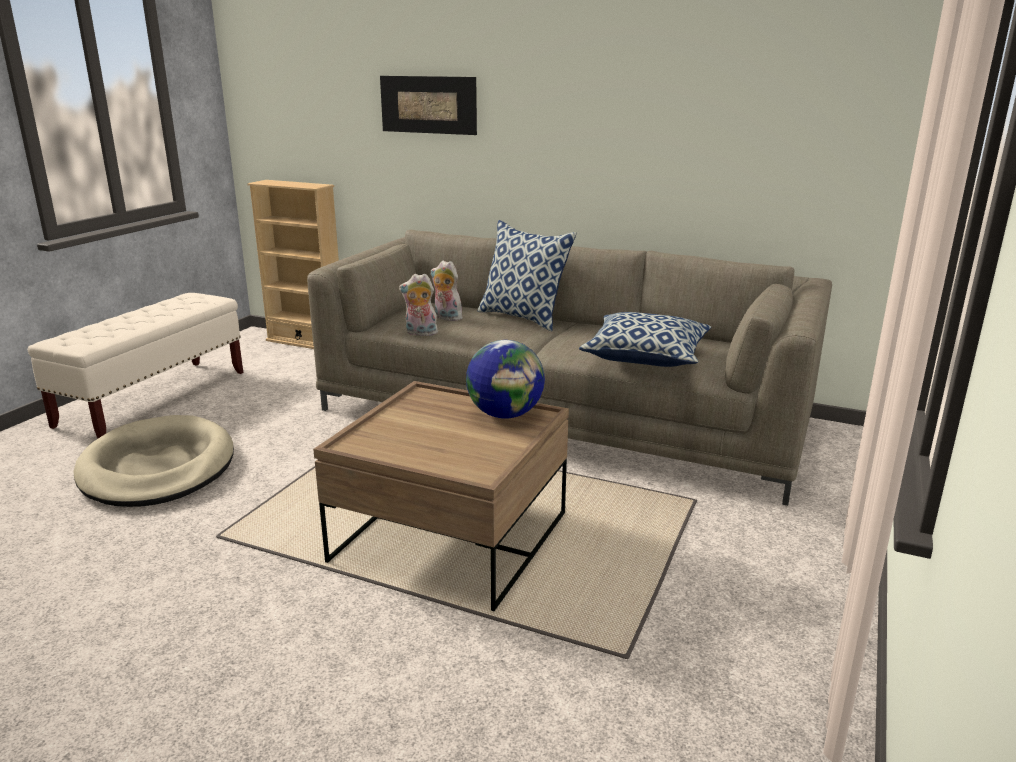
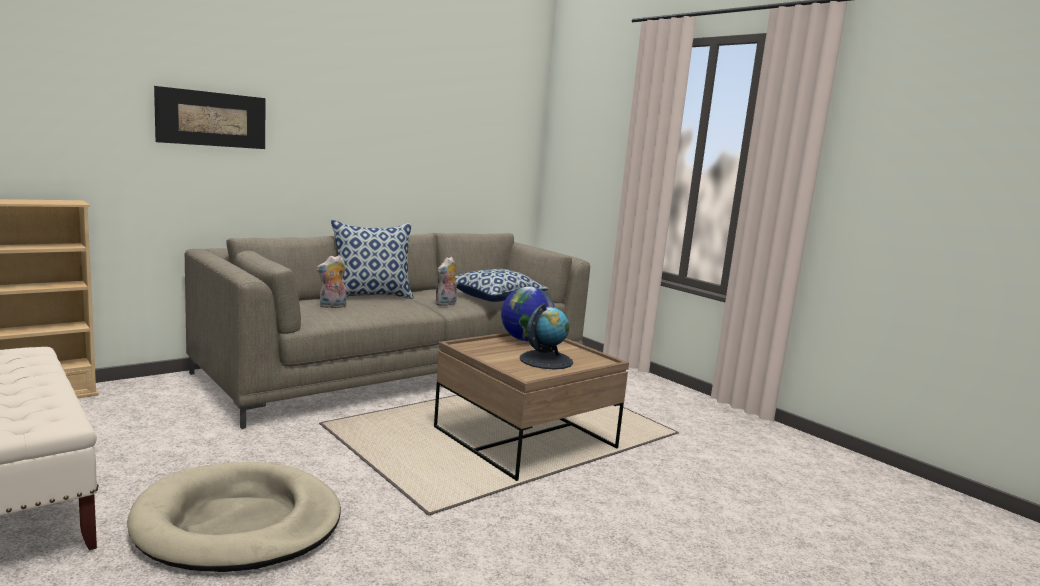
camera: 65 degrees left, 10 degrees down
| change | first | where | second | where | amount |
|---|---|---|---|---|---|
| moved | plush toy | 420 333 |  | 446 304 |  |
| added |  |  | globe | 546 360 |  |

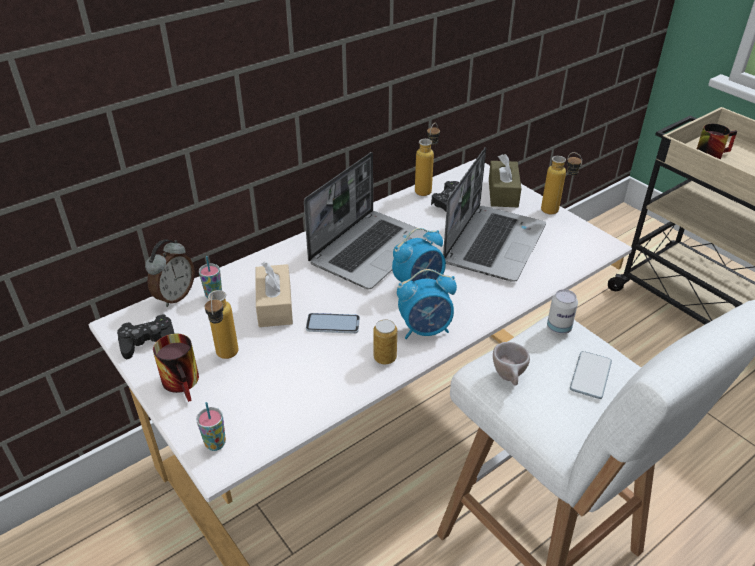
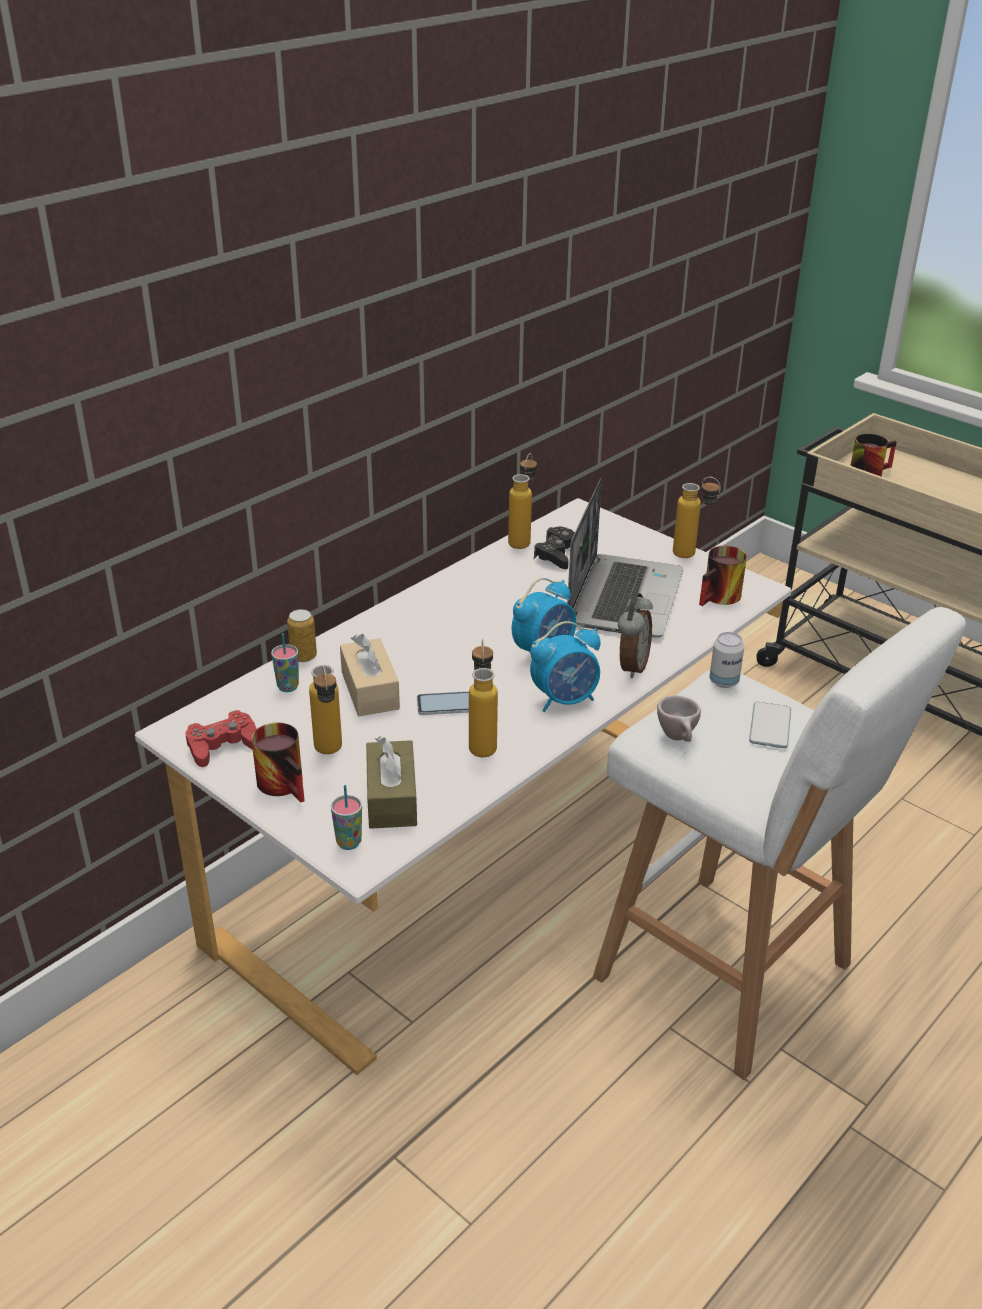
camera: 10 degrees left, 5 degrees down
| change | first | where | second | where | amount |
|---|---|---|---|---|---|
| recoloured | game controller in black | 148 341 | game controller in red | 222 745 |  |
| moved | alarm clock | 174 296 |  | 631 666 |  |
| removed | laptop | 370 249 |  |  |  |
| moved | can | 385 358 |  | 303 656 |  |
| moved | tissue box in brown | 503 193 |  | 391 798 |  |
| added |  |  | bottle | 482 742 |  |
| added |  |  | mug | 721 598 |  |

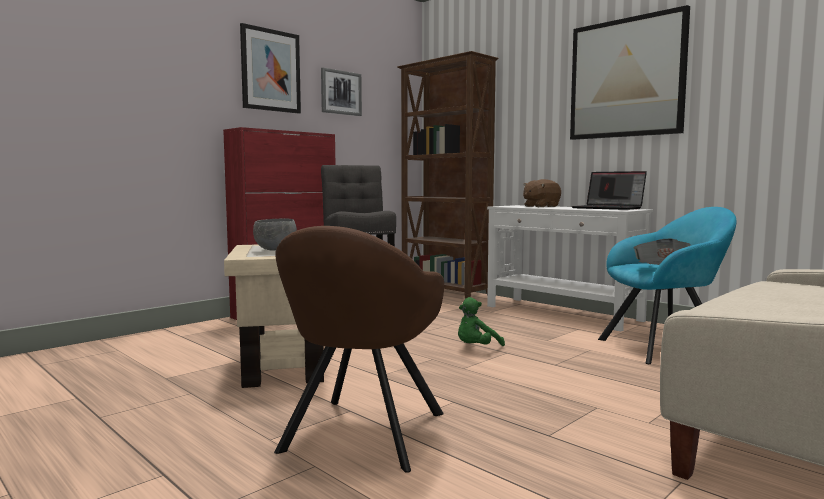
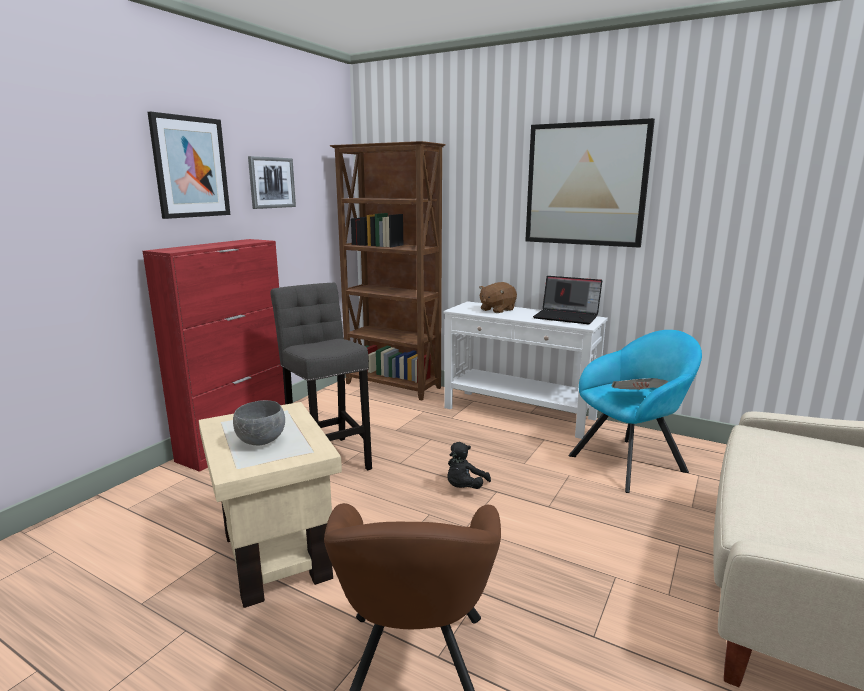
camera: 15 degrees left, 10 degrees up
| change | first | where | second | where | amount |
|---|---|---|---|---|---|
| recoloured | plush toy in green | 476 348 | plush toy in black | 464 488 |  |

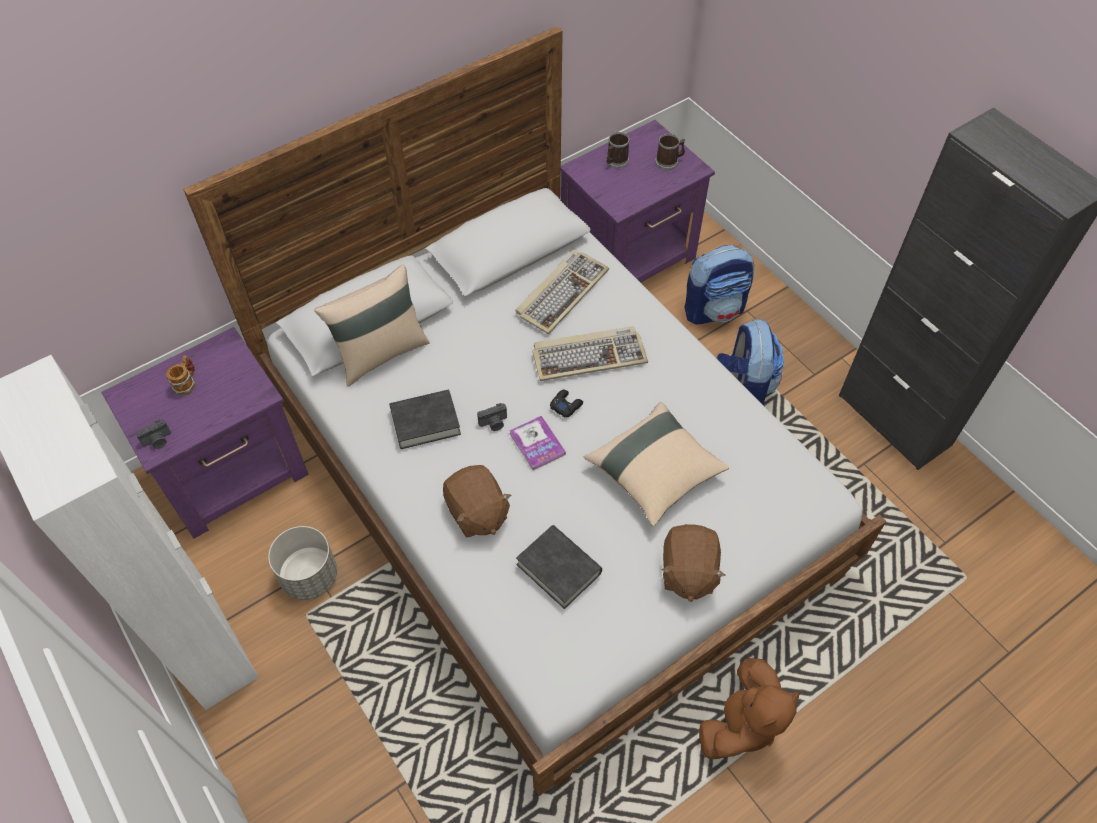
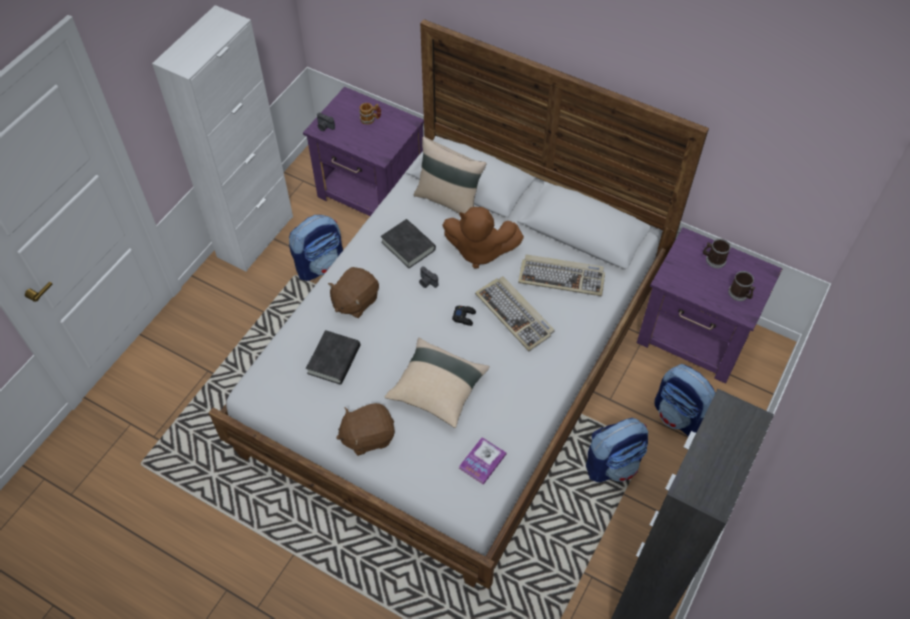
camera: 65 degrees right, 0 degrees up
| change | first | where | second | where | amount |
|---|---|---|---|---|---|
| replaced | planter in grey | 309 576 | backpack | 320 264 |  |
| moved | book | 537 444 |  | 482 461 |  |
| moved | plush toy in brown | 741 724 |  | 479 250 |  |

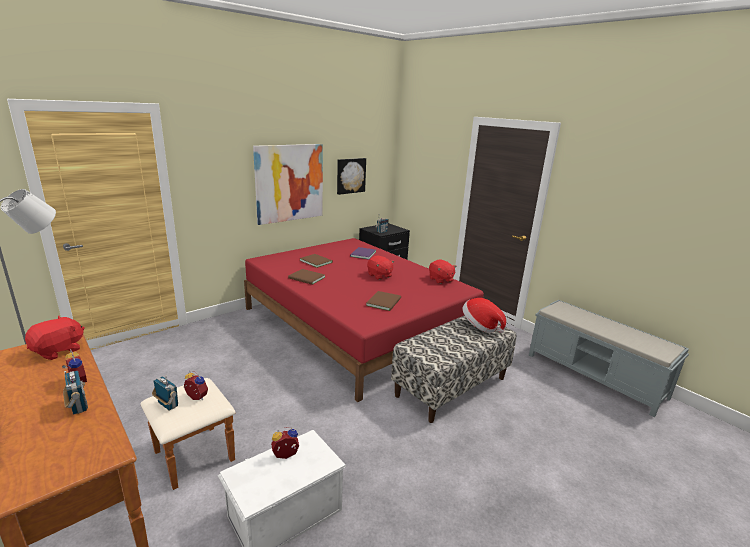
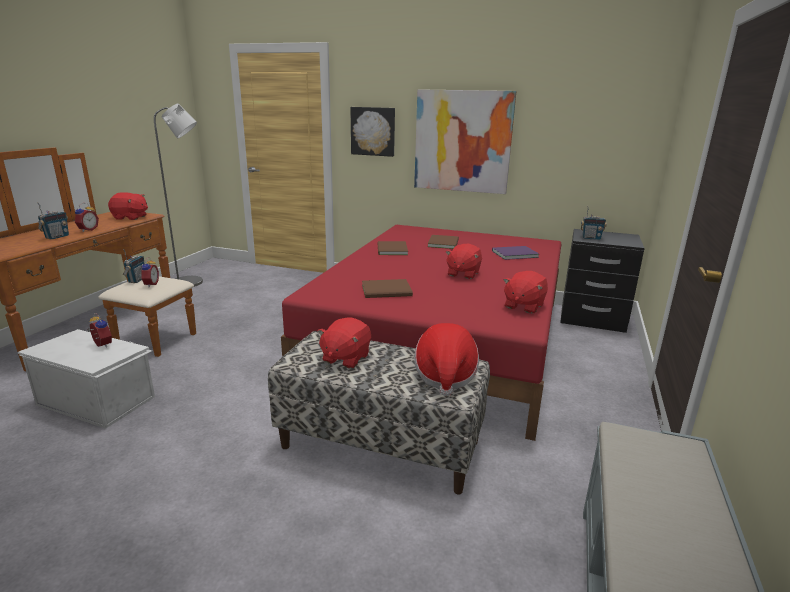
camera: 60 degrees right, 0 degrees up
| change | first | where | second | where | amount |
|---|---|---|---|---|---|
| moved | picture | 350 175 |  | 373 131 |  |
| added |  |  | plush toy in red | 345 358 |  |

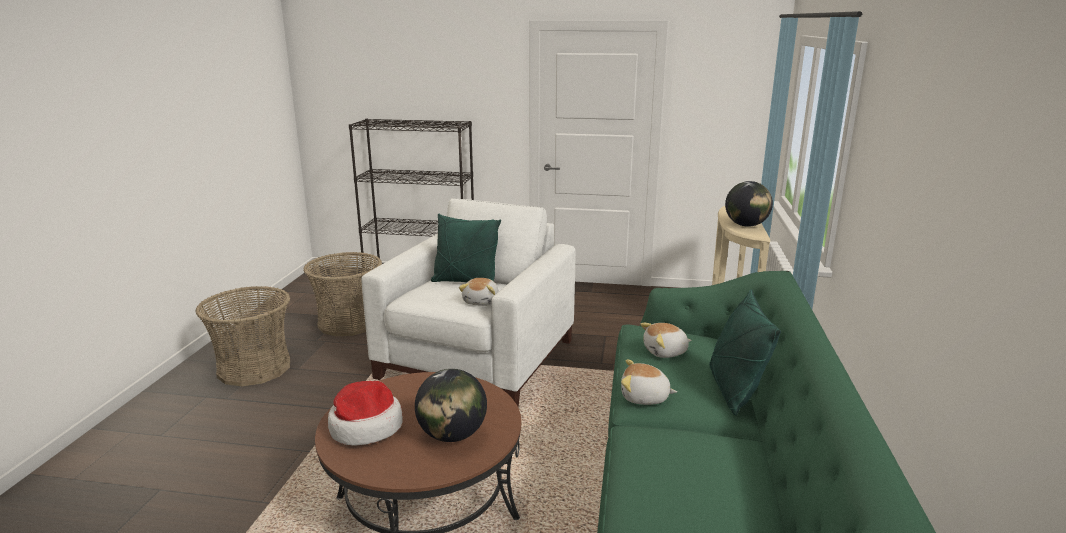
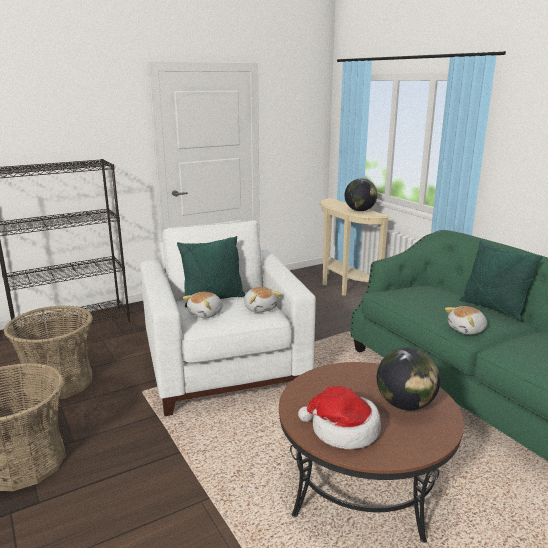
camera: 40 degrees left, 0 degrees up
| change | first | where | second | where | amount |
|---|---|---|---|---|---|
| moved | plush toy | 665 352 |  | 206 314 |  |

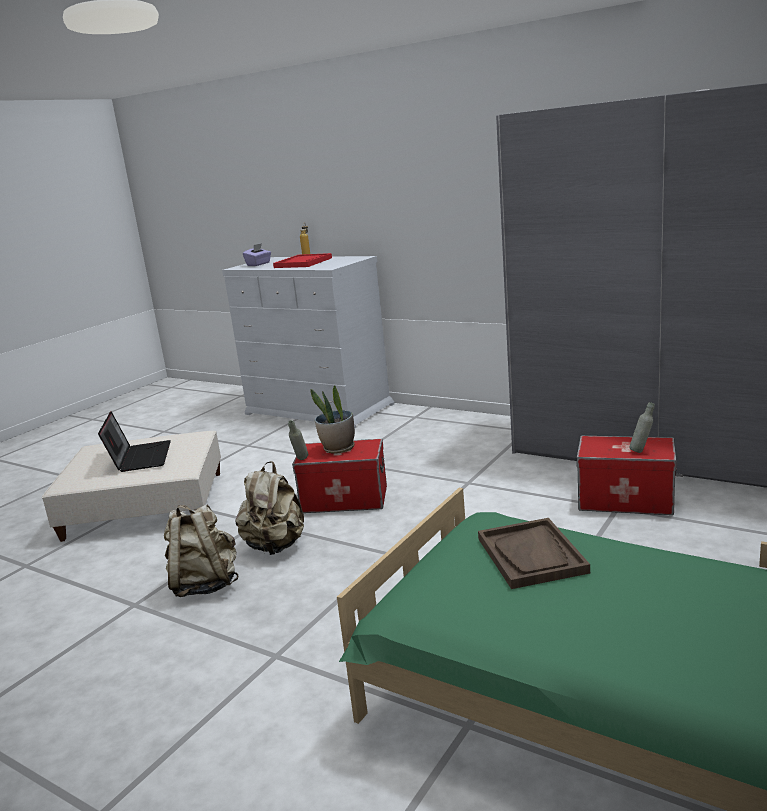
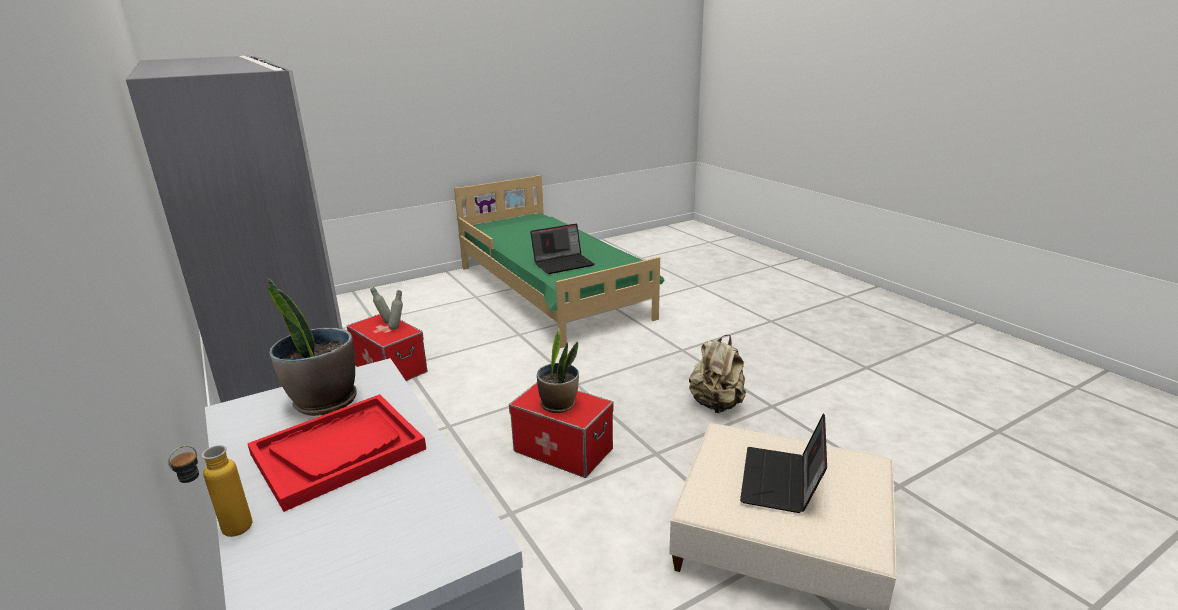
camera: 155 degrees left, 5 degrees up
| change | first | where | second | where | amount |
|---|---|---|---|---|---|
| removed | backpack in beige | 275 546 |  |  |  |
| removed | tissue box in purple | 258 264 |  |  |  |
| moved | bottle in grey | 300 460 |  | 398 327 |  |
| replaced | tray in brown | 531 555 | laptop | 563 263 |  |
| added |  |  | potted plant | 324 402 |  |

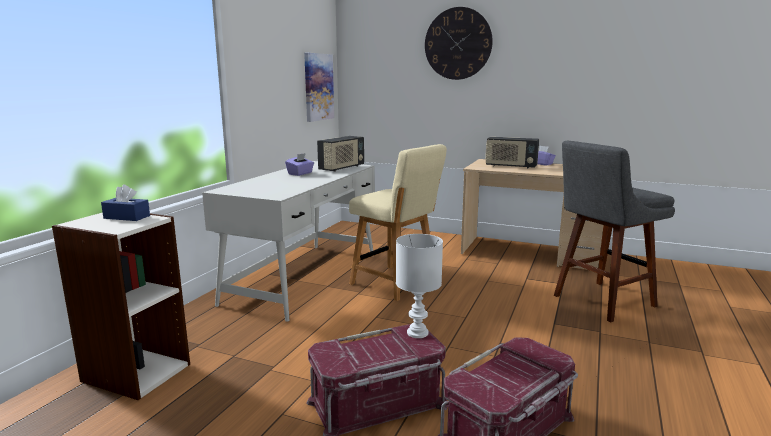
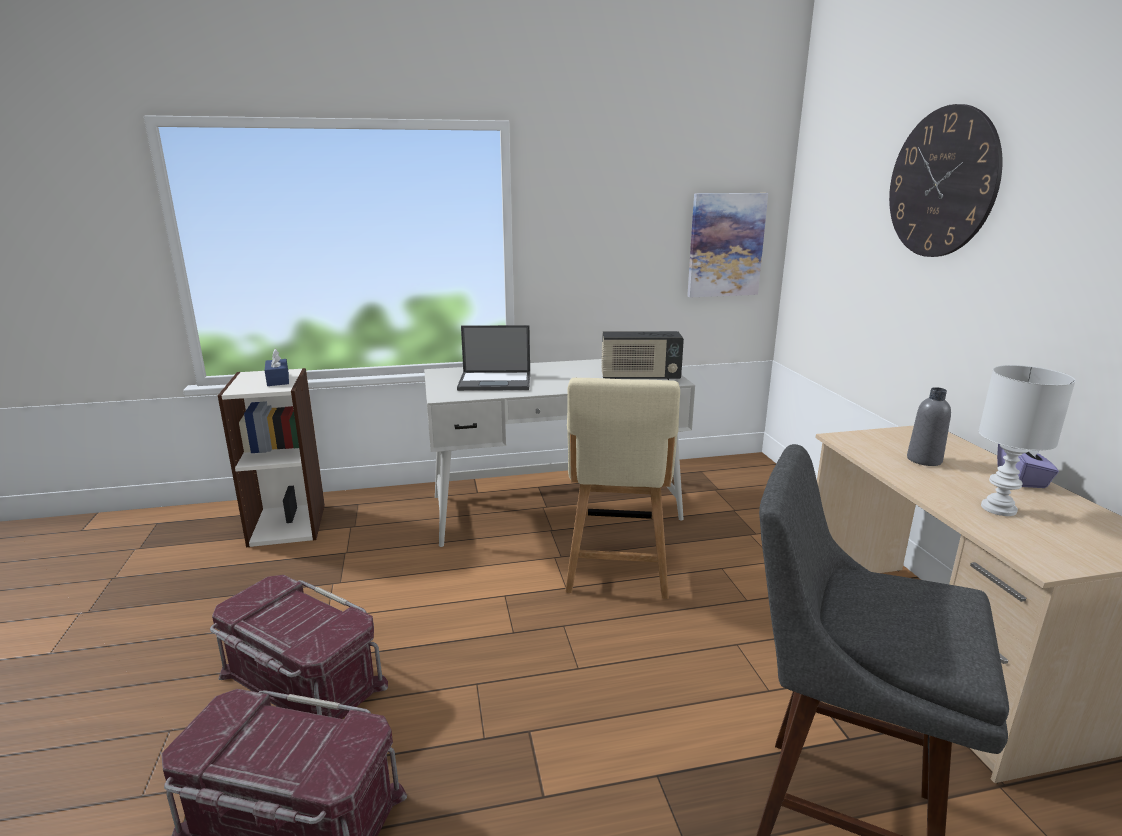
camera: 55 degrees right, 5 degrees up
| change | first | where | second | where | amount |
|---|---|---|---|---|---|
| removed | tissue box in purple | 300 173 |  |  |  |
| moved | table lamp in white | 417 333 |  | 998 509 |  |
| replaced | radio | 510 166 | bottle in grey | 924 460 |  |
| added |  |  | laptop | 496 381 |  |

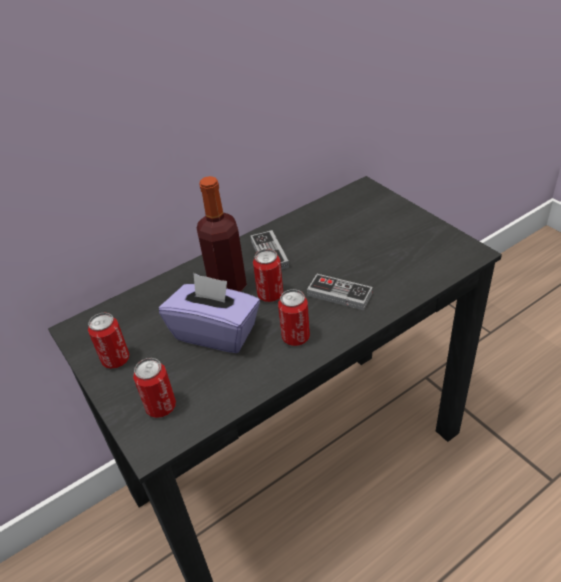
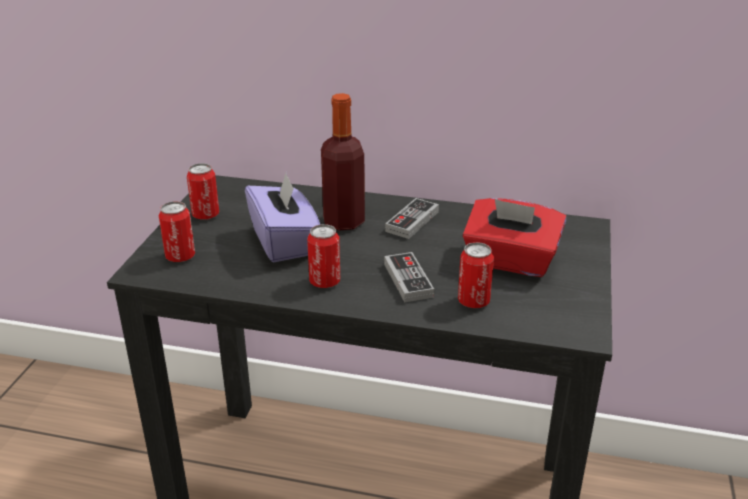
camera: 45 degrees right, 10 degrees down
| change | first | where | second | where | amount |
|---|---|---|---|---|---|
| moved | can | 270 295 |  | 473 301 |  |
| added |  |  | tissue box in red | 510 261 |  |

